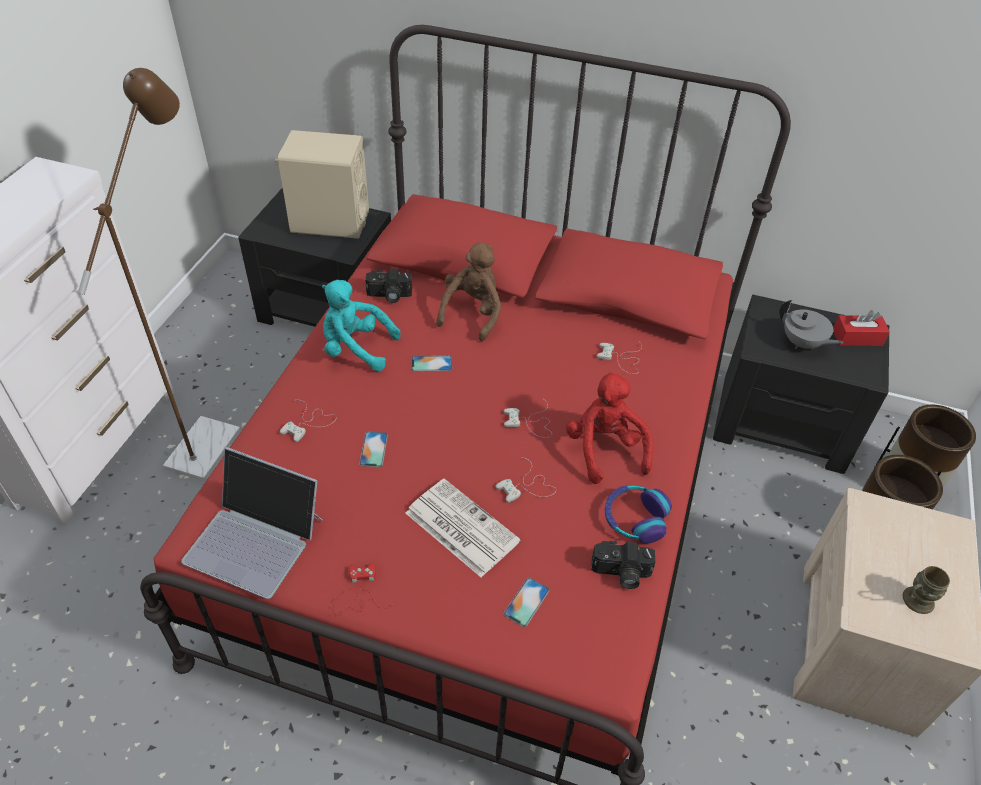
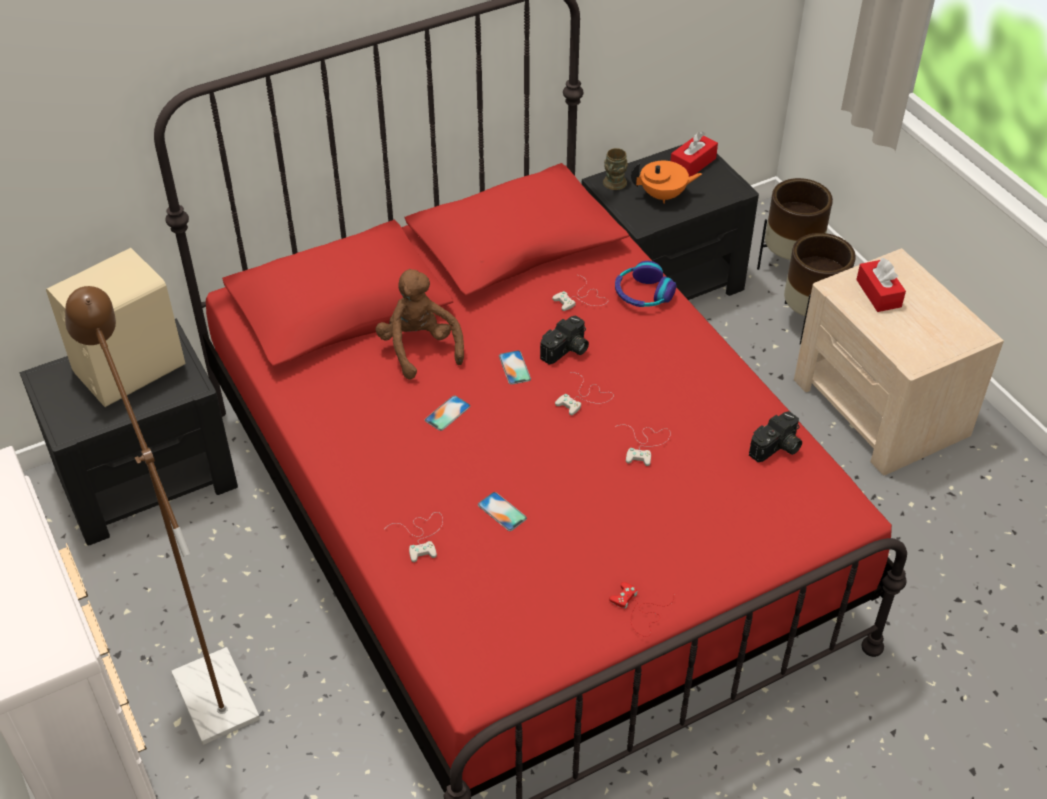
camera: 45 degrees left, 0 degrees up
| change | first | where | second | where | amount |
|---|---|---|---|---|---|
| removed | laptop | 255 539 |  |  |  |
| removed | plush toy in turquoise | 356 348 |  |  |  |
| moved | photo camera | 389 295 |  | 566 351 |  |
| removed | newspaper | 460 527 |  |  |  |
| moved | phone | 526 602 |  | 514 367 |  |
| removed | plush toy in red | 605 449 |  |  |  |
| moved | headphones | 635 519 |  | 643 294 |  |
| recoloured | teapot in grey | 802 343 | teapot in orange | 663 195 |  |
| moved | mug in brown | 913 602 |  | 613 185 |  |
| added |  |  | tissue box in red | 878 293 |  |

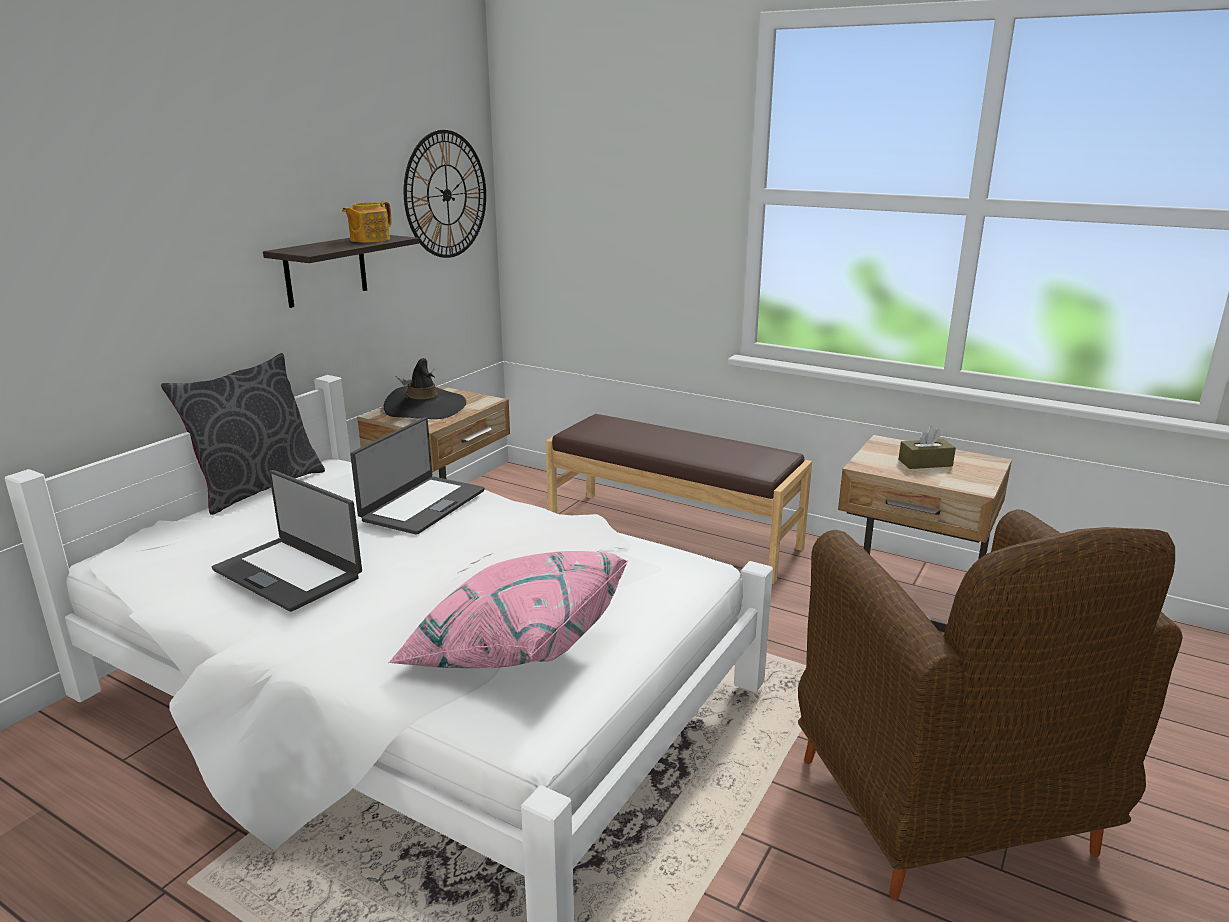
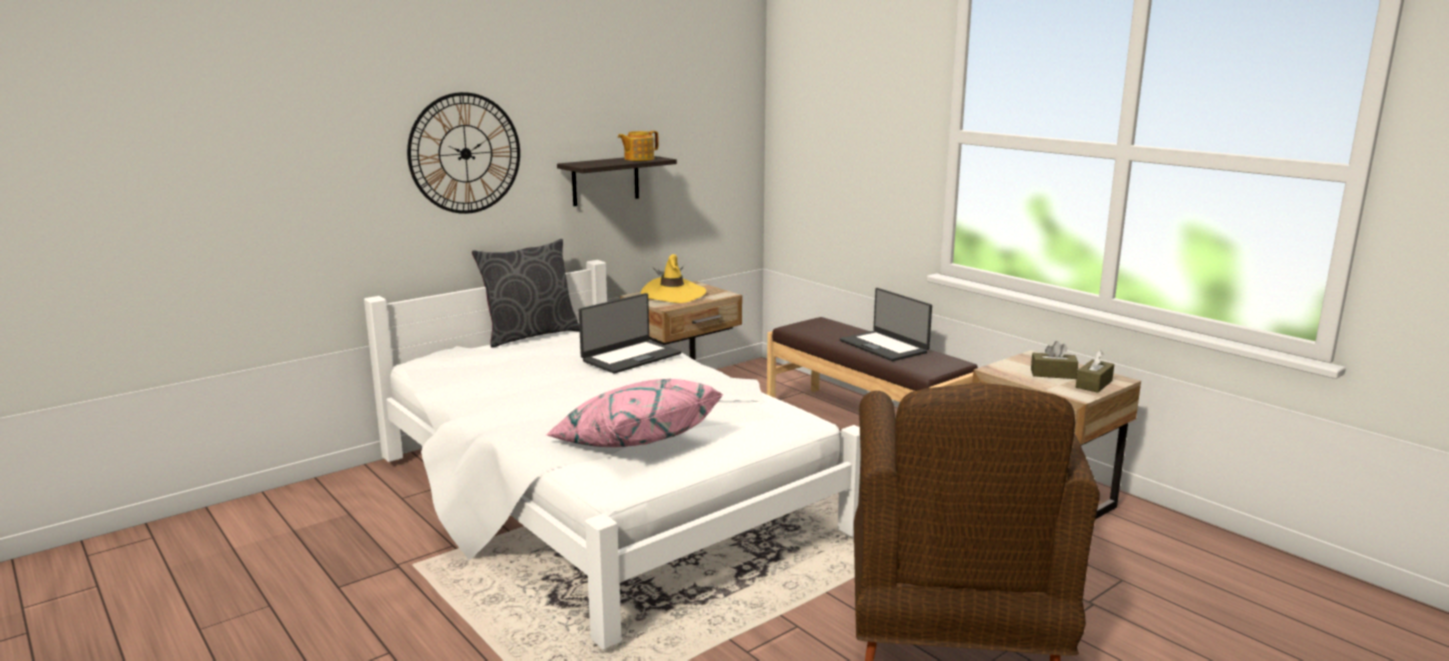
camera: 20 degrees right, 5 degrees down
| change | first | where | second | where | amount |
|---|---|---|---|---|---|
| moved | laptop | 289 573 |  | 884 346 |  |
| recoloured | hat in black | 425 408 | hat in yellow | 673 295 |  |
| moved | wall clock | 446 195 |  | 465 153 |  |
| added |  |  | tissue box in brown | 1094 384 |  |

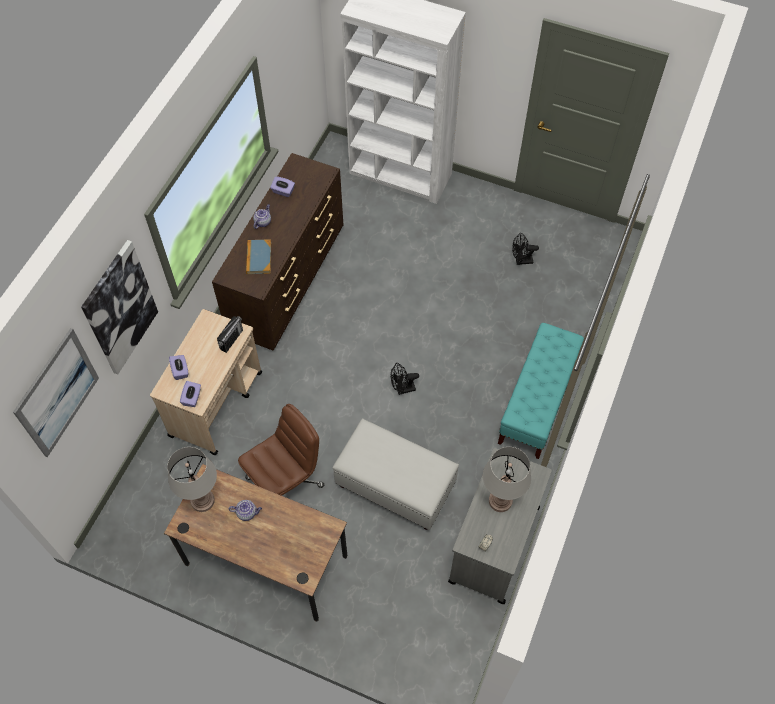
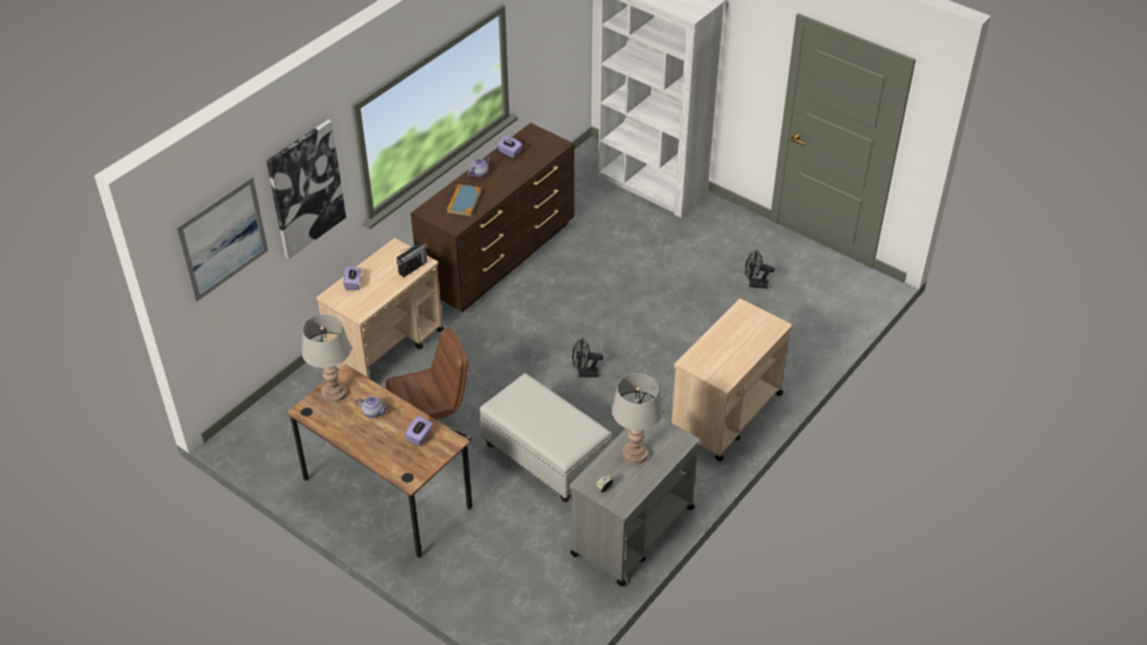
camera: 15 degrees right, 15 degrees down
| change | first | where | second | where | amount |
|---|---|---|---|---|---|
| moved | tissue box in purple | 192 398 |  | 419 437 |  |
| replaced | bench in turquoise | 536 403 | cart in beige | 725 414 |  |

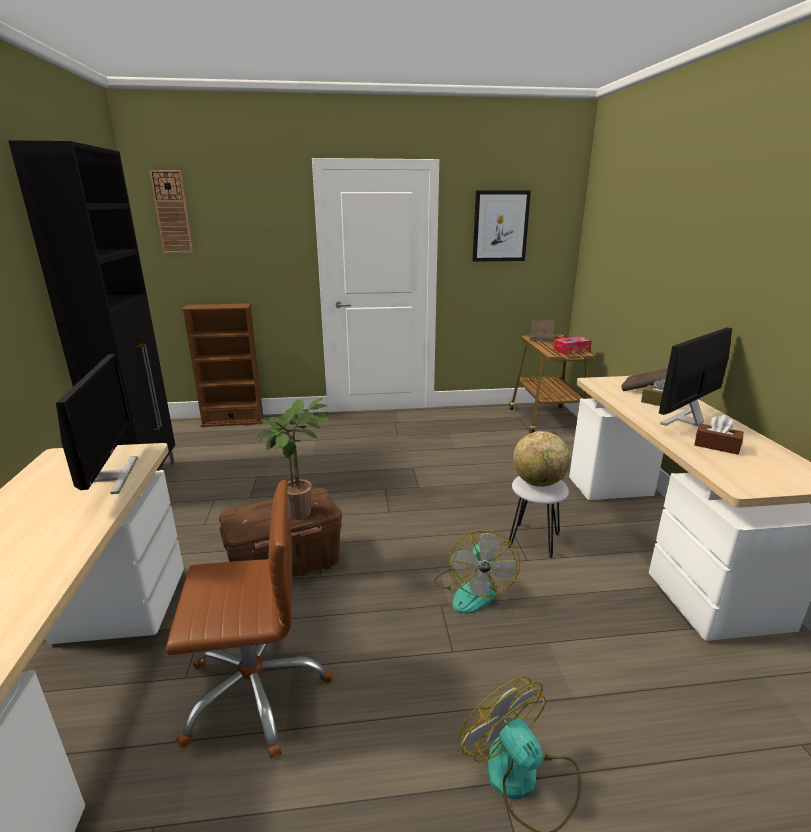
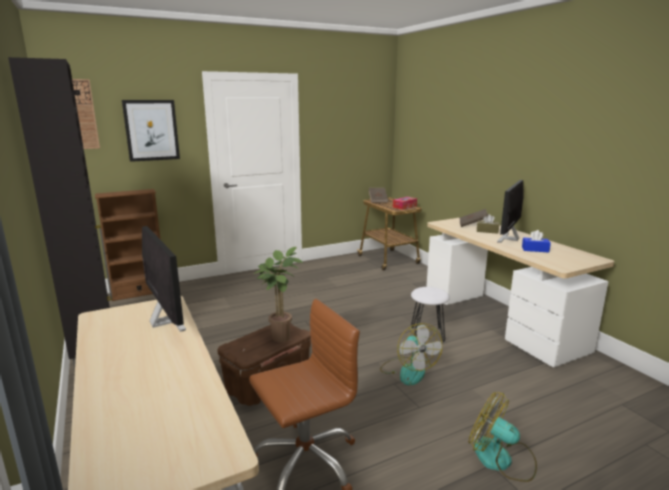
camera: 20 degrees left, 5 degrees down
| change | first | where | second | where | amount |
|---|---|---|---|---|---|
| moved | picture | 500 226 |  | 151 130 |  |
| removed | globe | 538 482 |  |  |  |
| recoloured | tissue box in brown | 716 446 | tissue box in blue | 535 249 |  |

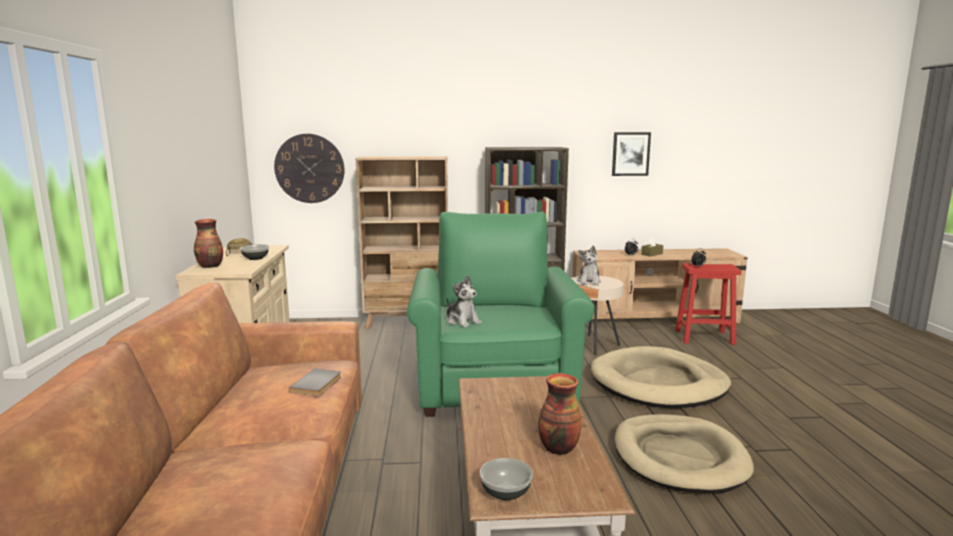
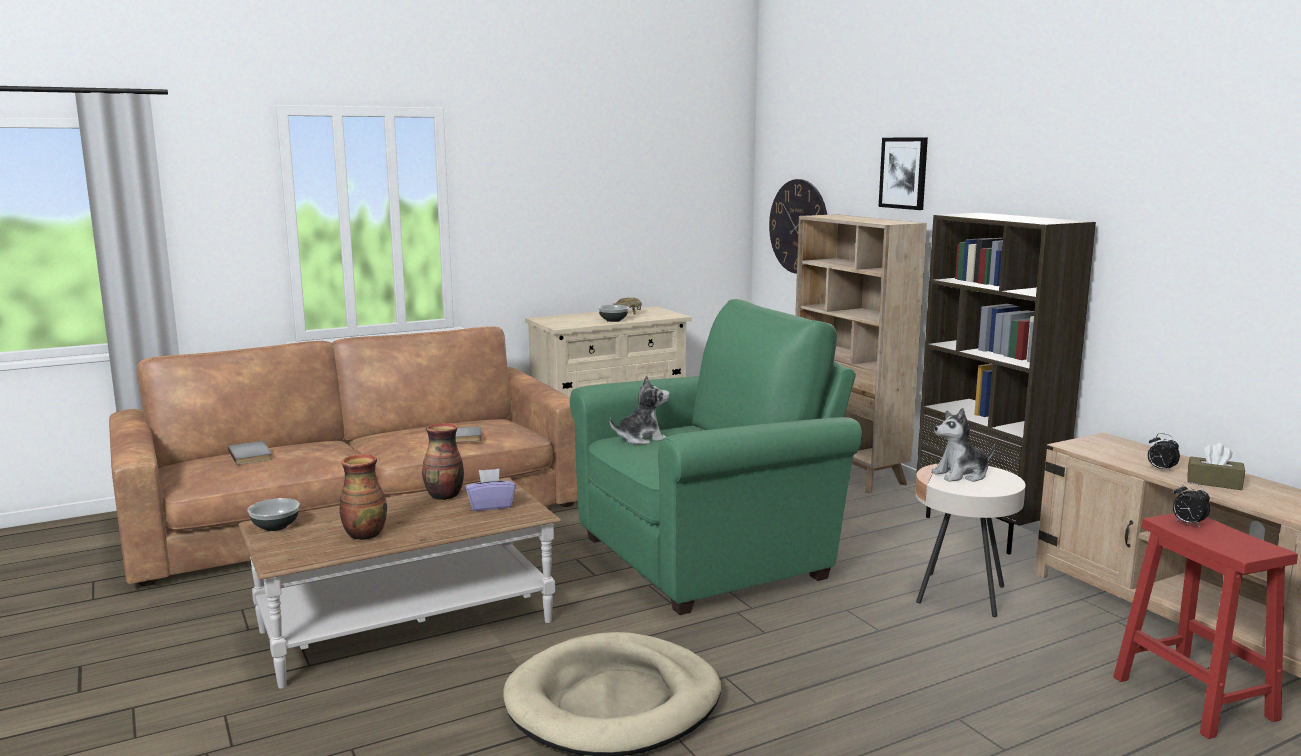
camera: 65 degrees right, 0 degrees up
| change | first | where | second | where | amount |
|---|---|---|---|---|---|
| moved | vase | 210 266 |  | 444 496 |  |
| turned | plush toy | 462 321 |  | 641 439 | 135 degrees counterclockwise |
| removed | dog bed in beige | 658 383 |  |  |  |
| moved | picture | 630 154 |  | 904 173 |  |
| added |  |  | book in grey | 252 455 |  |
| added |  |  | tissue box in purple | 490 505 |  |

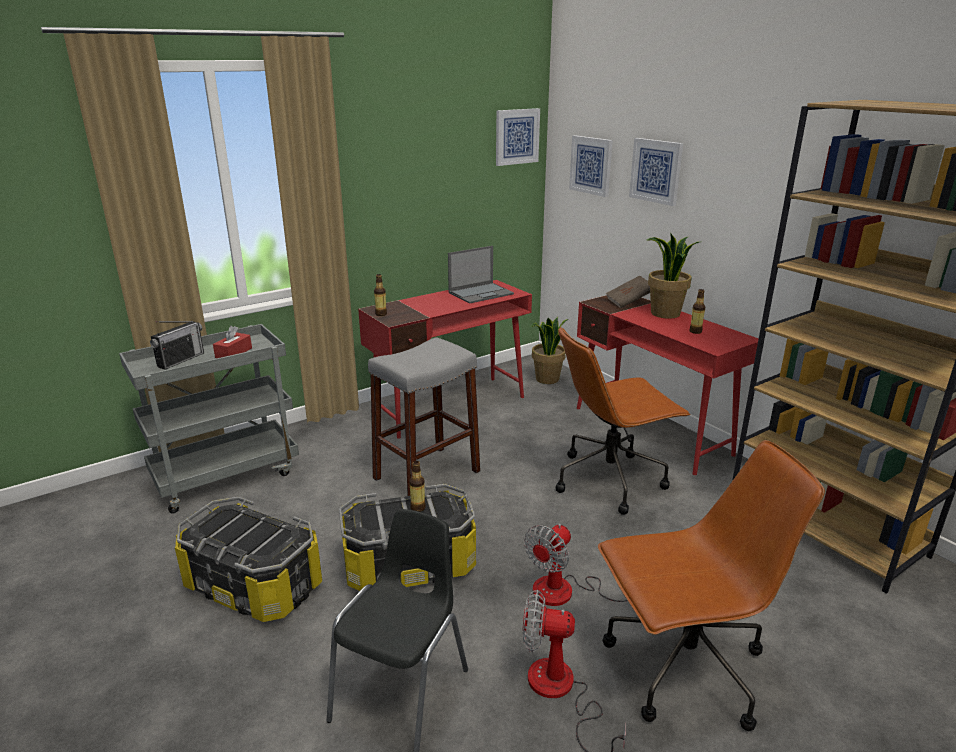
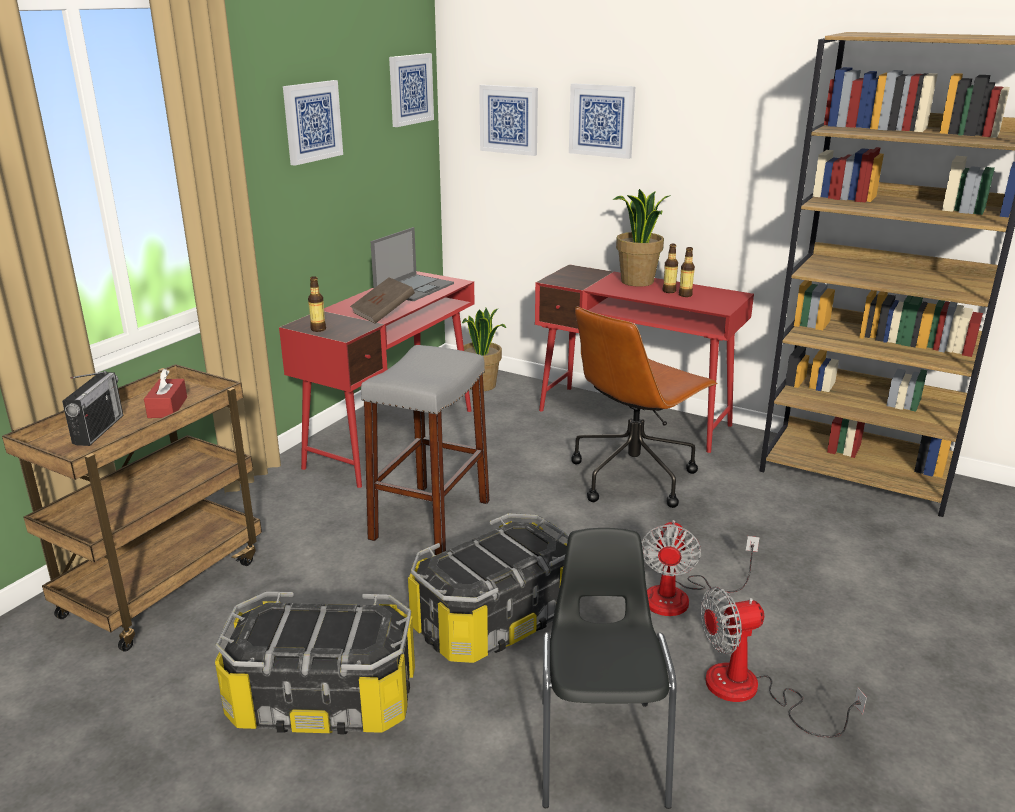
camera: 25 degrees left, 0 degrees up
| change | first | where | second | where | amount |
|---|---|---|---|---|---|
| recoloured | cart in grey | 227 475 | cart in brown | 163 585 |  |
| moved | bottle | 418 508 |  | 669 291 |  |
| removed | office chair in brown | 682 669 |  |  |  |
| moved | book in brown | 629 302 |  | 383 313 |  |
| added |  |  | picture | 312 121 |  |

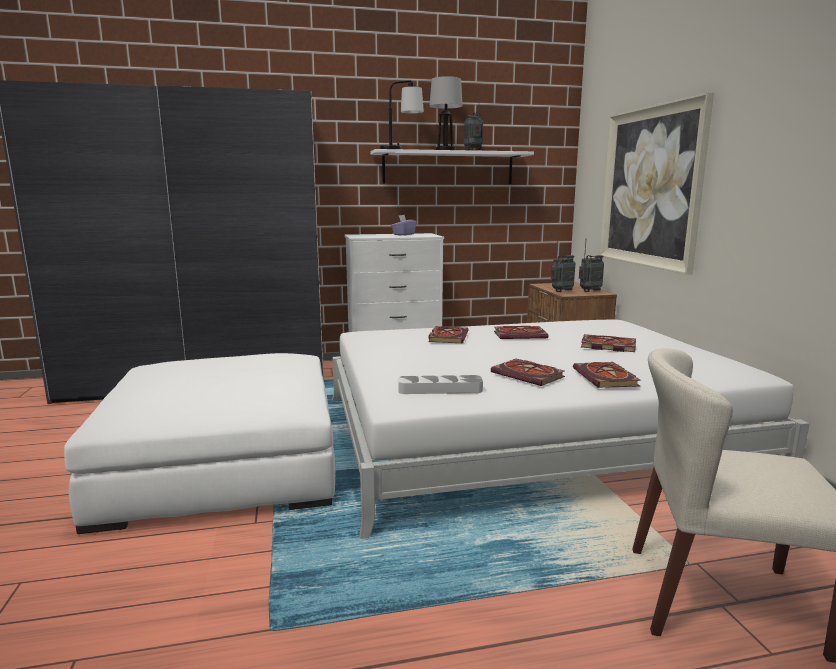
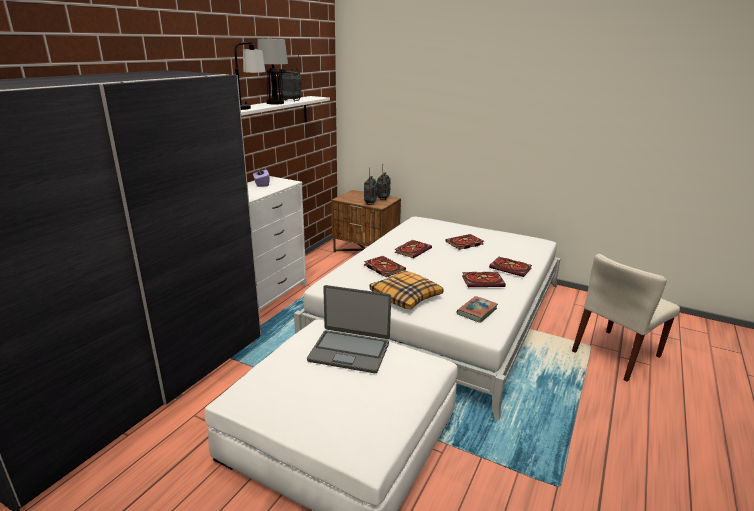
camera: 50 degrees left, 10 degrees up
| change | first | where | second | where | amount |
|---|---|---|---|---|---|
| replaced | tray in grey | 440 389 | book | 477 311 |  |
| removed | picture | 650 187 |  |  |  |
| added |  |  | laptop | 349 351 |  |
| added |  |  | pillow | 406 296 |  |

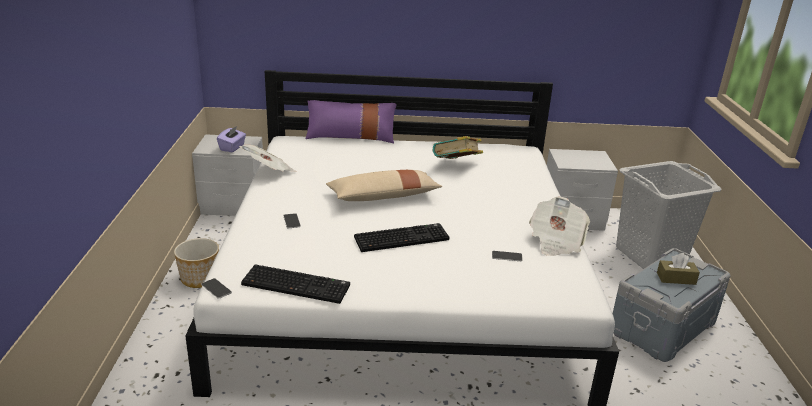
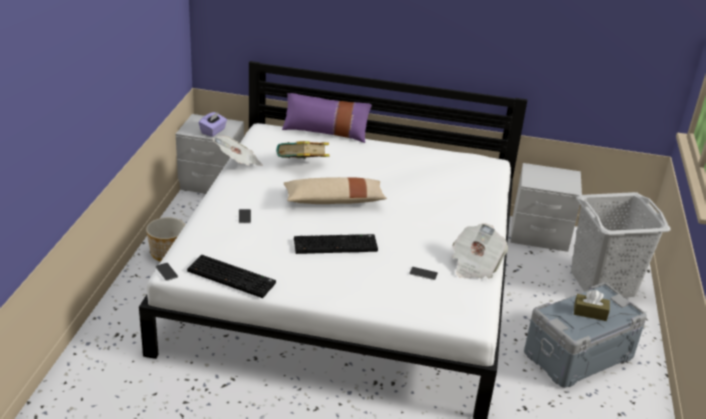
camera: 10 degrees right, 5 degrees up
| change | first | where | second | where | amount |
|---|---|---|---|---|---|
| moved | book | 456 165 |  | 302 166 |  |

